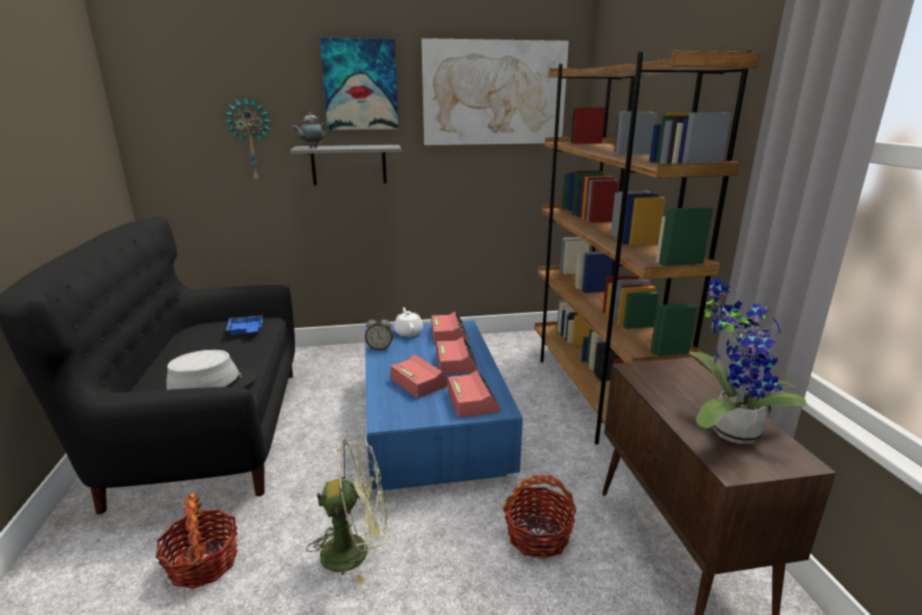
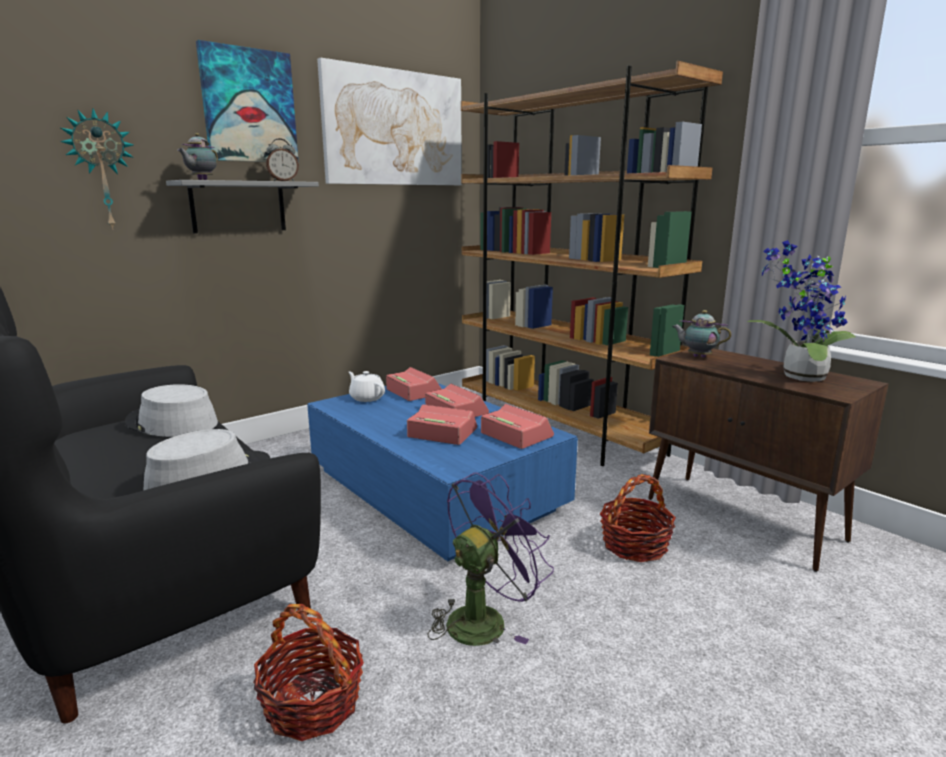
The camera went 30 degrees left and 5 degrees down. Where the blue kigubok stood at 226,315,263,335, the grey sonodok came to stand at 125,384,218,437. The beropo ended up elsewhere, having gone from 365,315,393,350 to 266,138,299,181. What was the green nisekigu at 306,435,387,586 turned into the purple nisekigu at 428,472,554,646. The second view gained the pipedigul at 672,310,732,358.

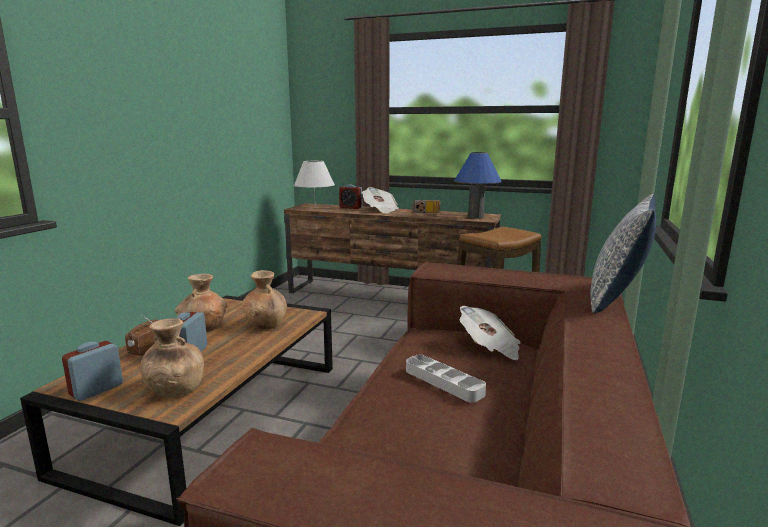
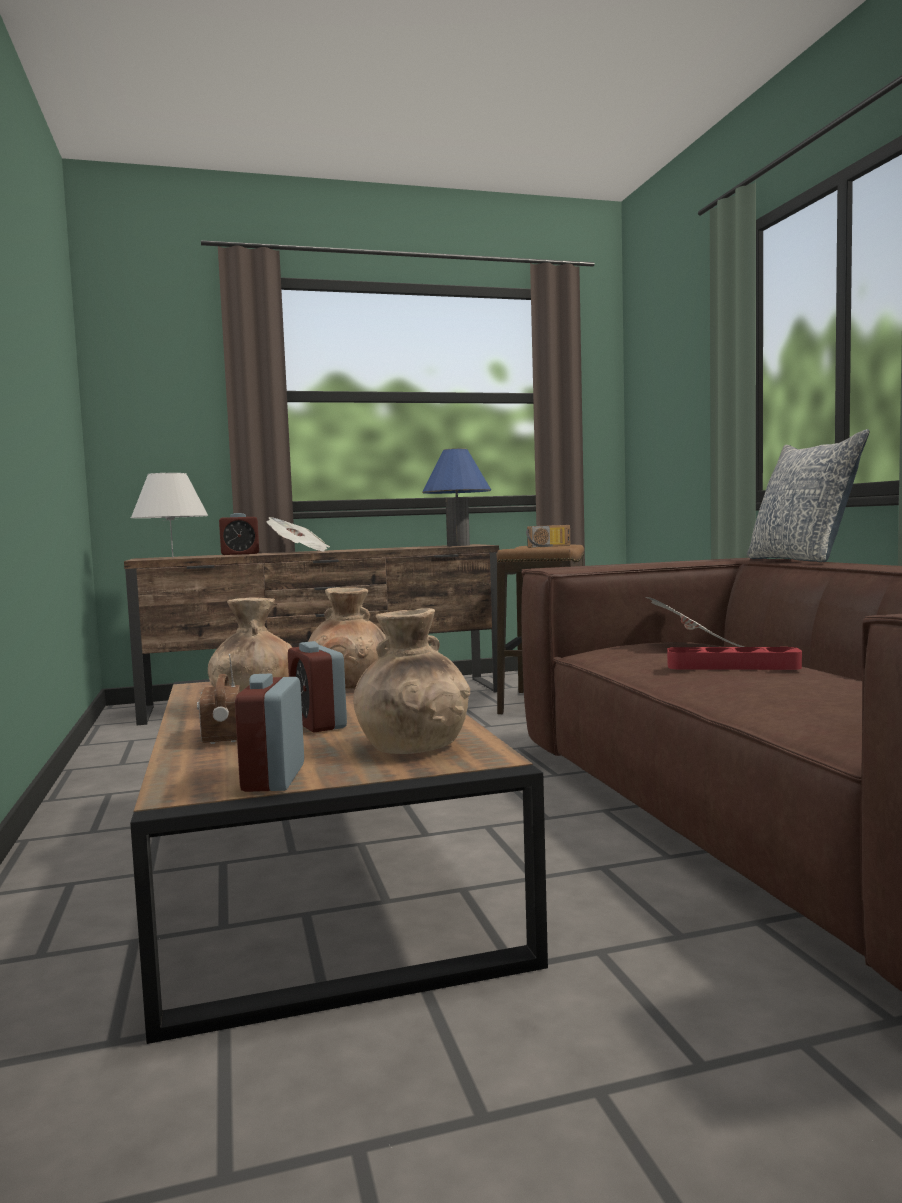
The camera went 35 degrees left and 10 degrees down. The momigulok ended up elsewhere, having gone from 411,200,440,213 to 526,525,570,548. What was the grey kigubok at 406,354,486,403 turned into the red kigubok at 667,647,802,670.

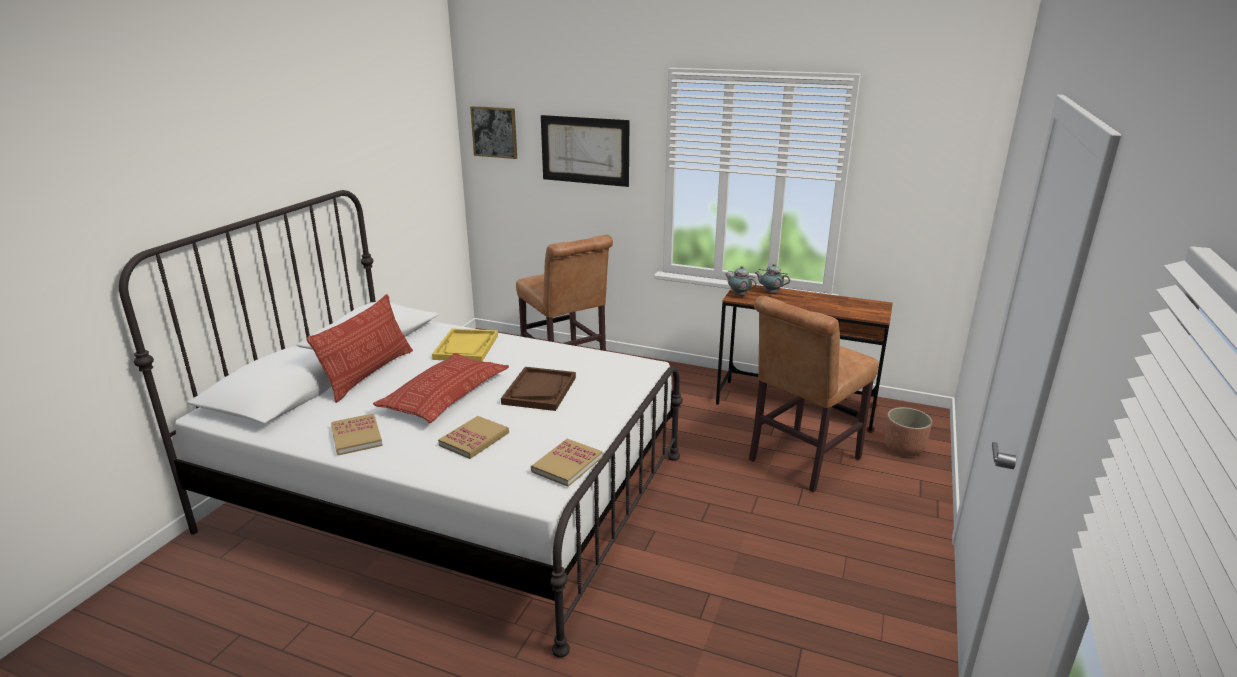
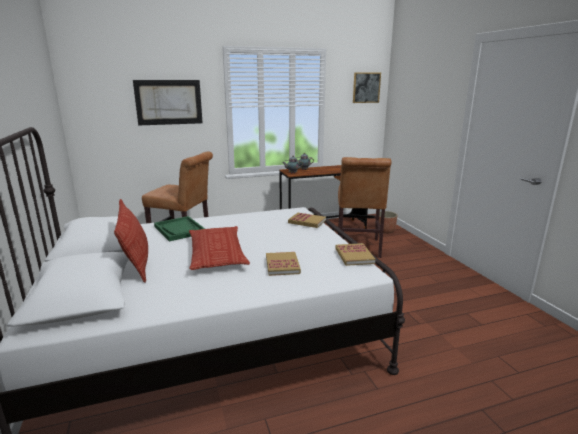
The camera went 40 degrees left and 5 degrees down. The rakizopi ended up elsewhere, having gone from 470,106,517,159 to 353,72,381,103. What was the yellow kigubok at 432,329,498,361 turned into the green kigubok at 154,216,205,242. The second view lost the brown kigubok at 501,367,576,411. The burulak ended up elsewhere, having gone from 331,413,383,455 to 288,213,326,228.

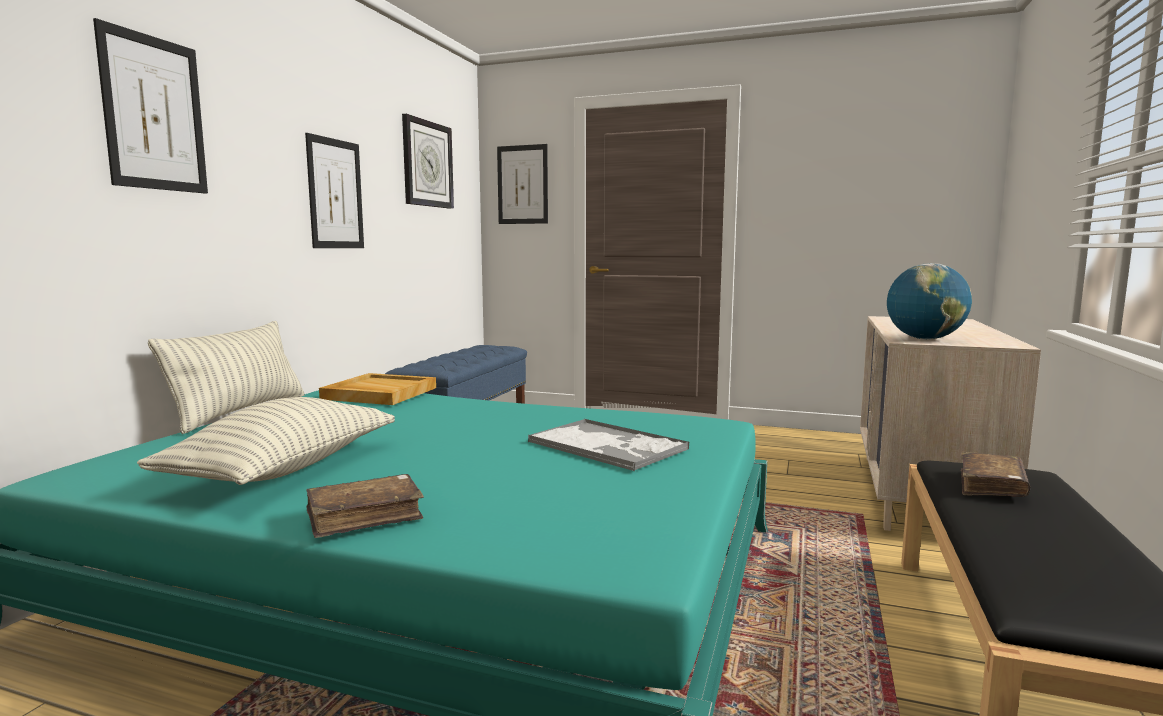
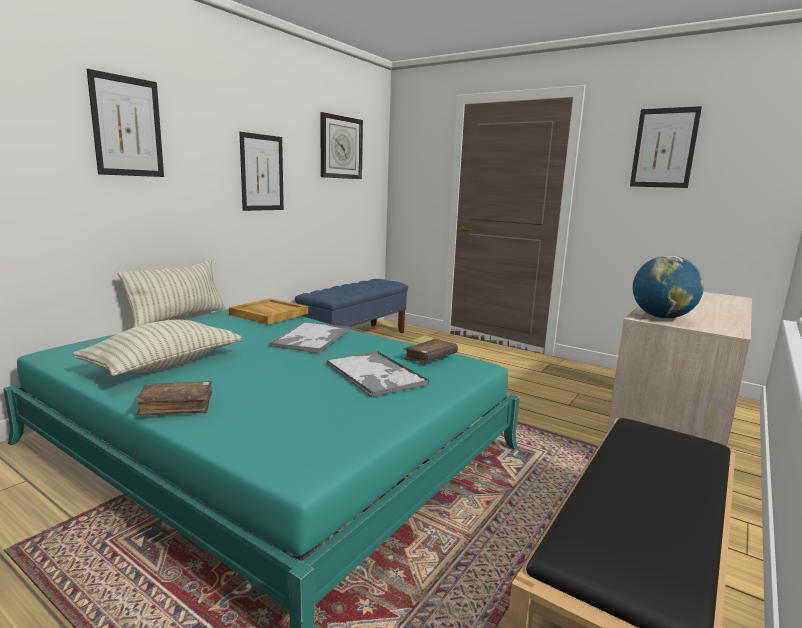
The camera went 15 degrees right and 5 degrees up. The rakizopi ended up elsewhere, having gone from 497,144,548,224 to 630,106,702,188. The brown burulak ended up elsewhere, having gone from 961,452,1030,497 to 403,339,458,363. The second view gained the kigubok at 269,322,350,353.

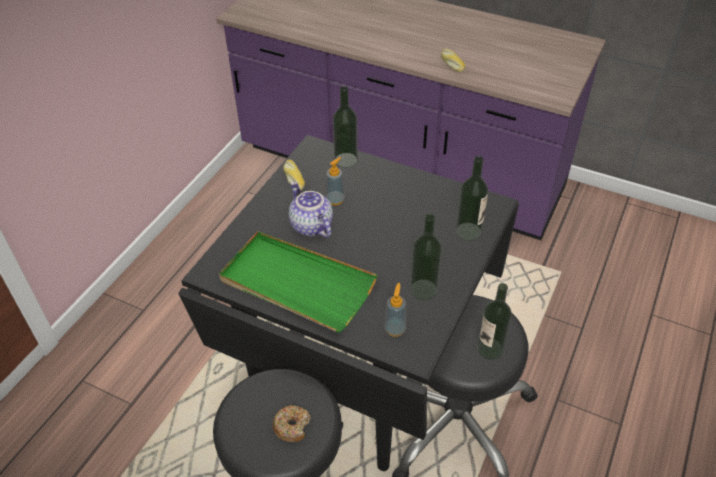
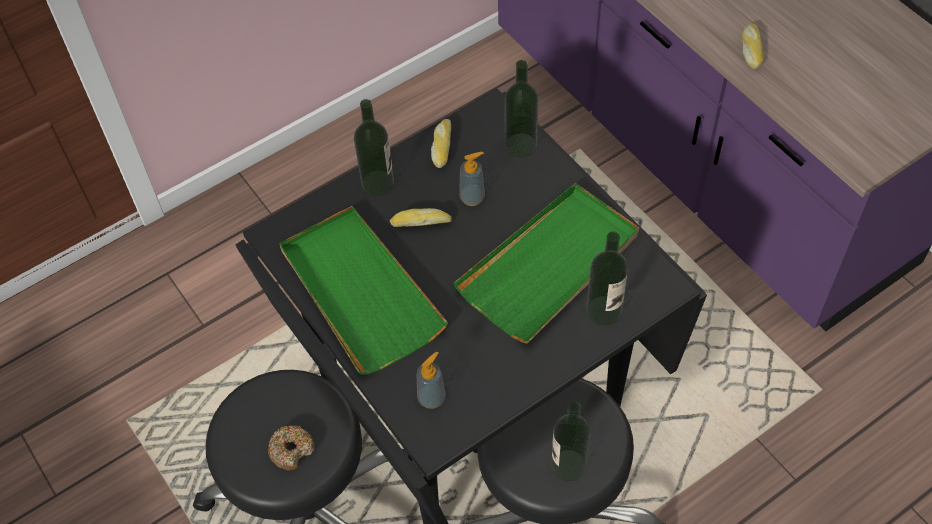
The camera went 30 degrees right and 10 degrees up. Where the pipedigul stood at 288,181,333,238, the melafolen came to stand at 390,208,452,227. The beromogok ended up elsewhere, having gone from 410,214,442,300 to 354,99,394,196. The second view gained the green kigubok at 454,183,639,343.

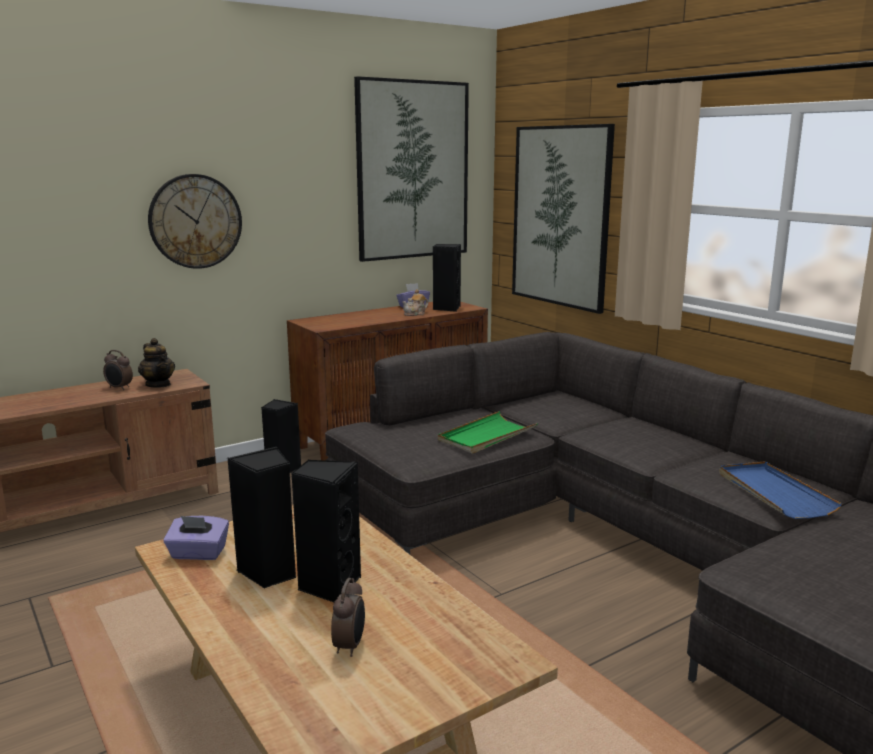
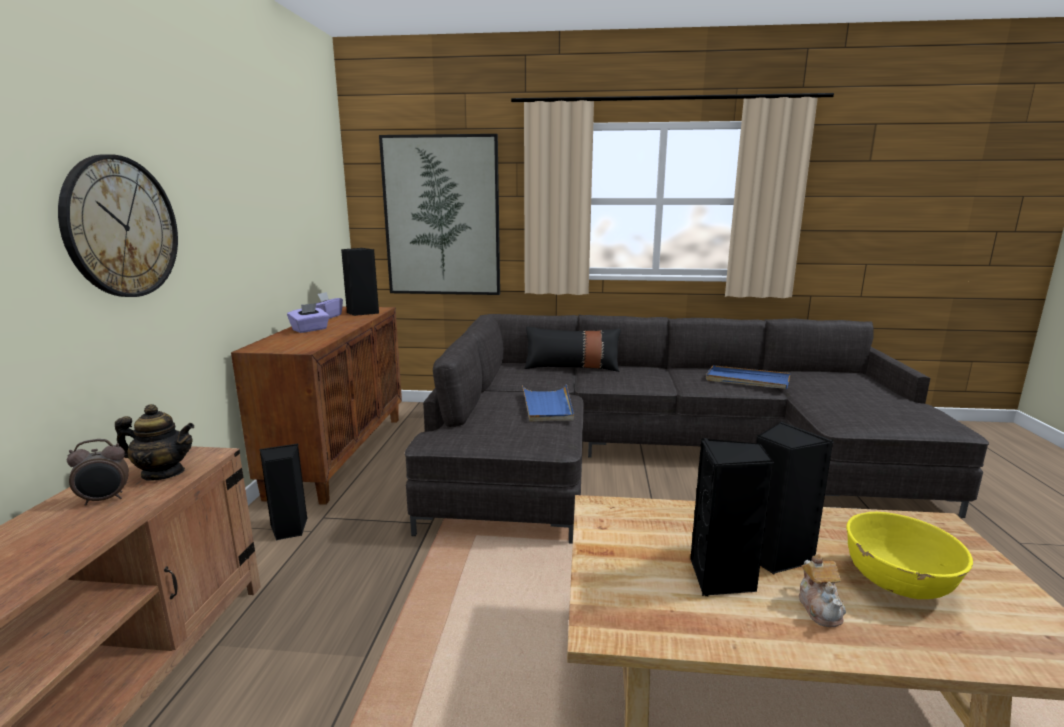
The camera went 50 degrees left and 0 degrees up. The second view lost the rakizopi at 354,76,469,262. The pipedigul ended up elsewhere, having gone from 402,289,428,316 to 799,554,846,627. What was the green kigubok at 438,411,538,454 turned into the blue kigubok at 522,384,574,422. The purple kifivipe ended up elsewhere, having gone from 163,516,229,560 to 287,303,329,333. Where the beropo stood at 331,578,365,657, the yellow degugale came to stand at 846,512,973,599. The second view gained the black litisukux at 524,326,621,372.

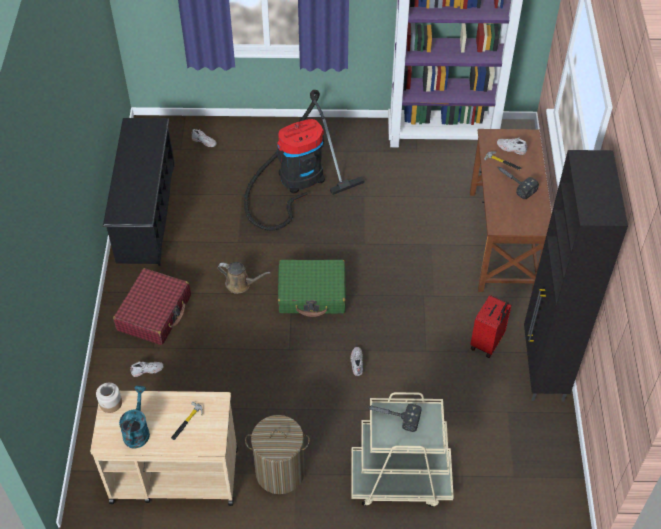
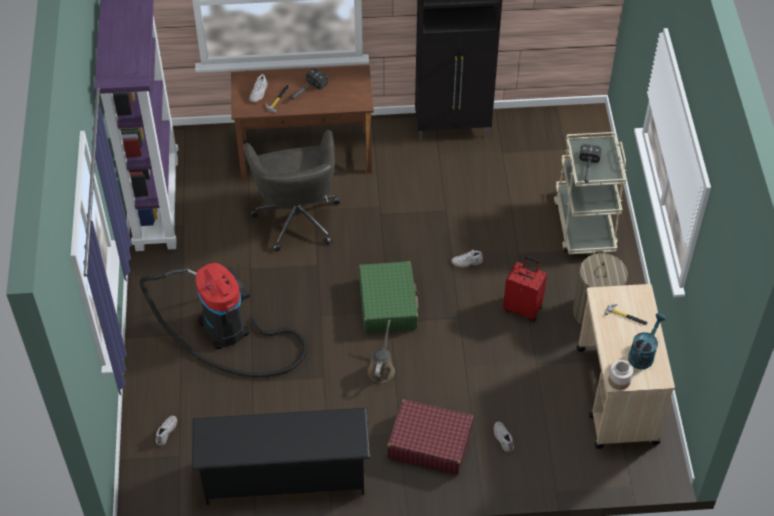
The camera went 95 degrees left and 0 degrees up. The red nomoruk ended up elsewhere, having gone from 470,295,511,358 to 503,256,547,322. The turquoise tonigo at 119,386,150,449 ended up facing another way, 120 degrees clockwise from before. The second view gained the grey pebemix at 243,130,340,252.

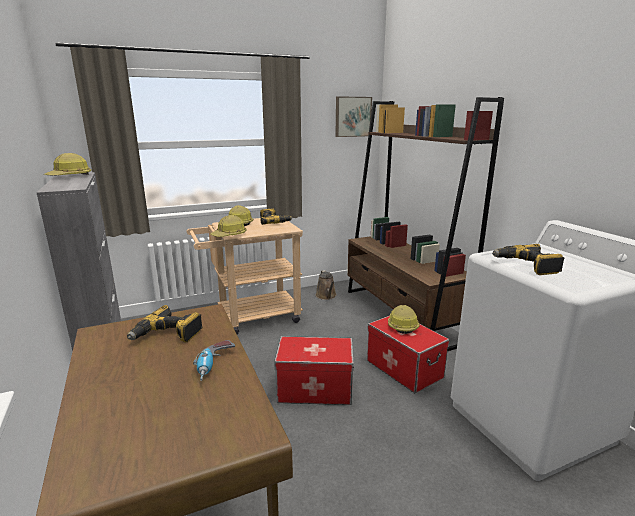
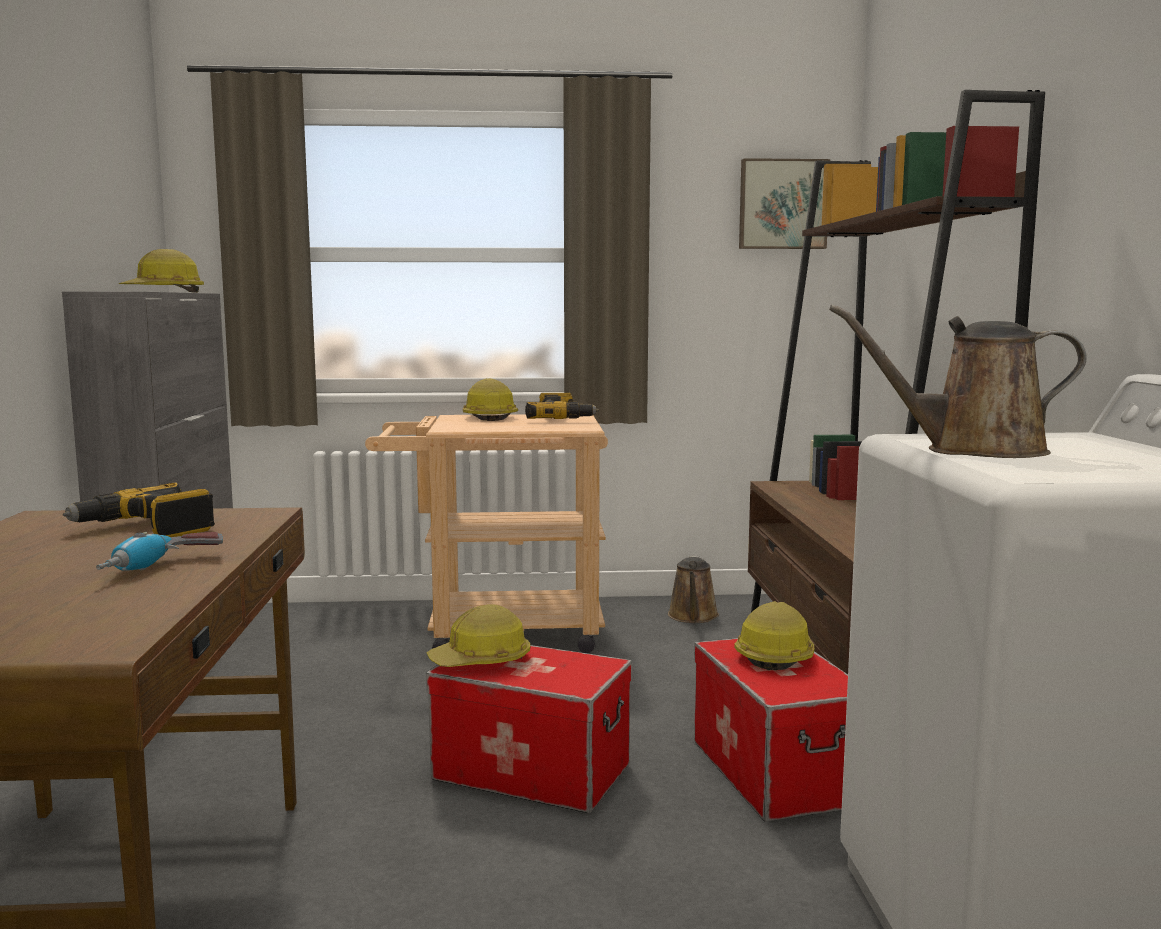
The camera went 20 degrees right and 10 degrees down. The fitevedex ended up elsewhere, having gone from 210,215,246,237 to 427,604,530,667. Where the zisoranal stood at 492,244,565,275, the brown tonigo came to stand at 829,305,1087,458.

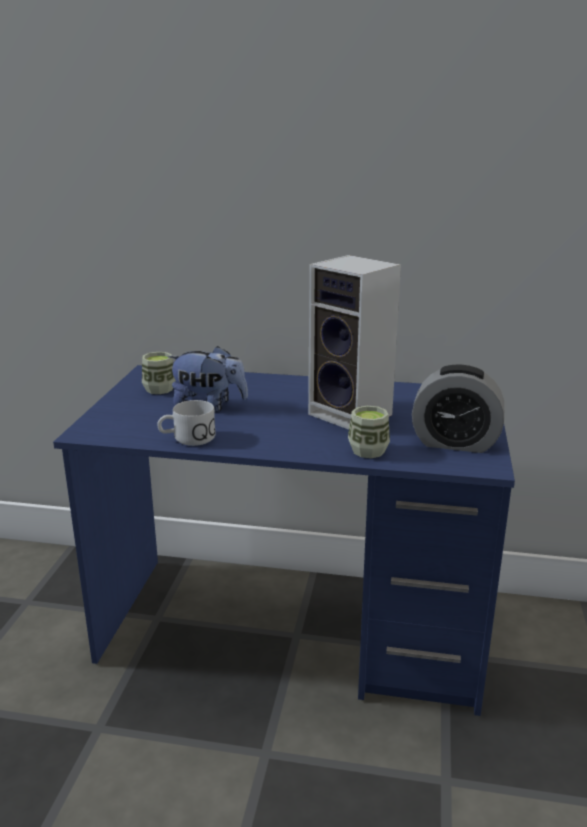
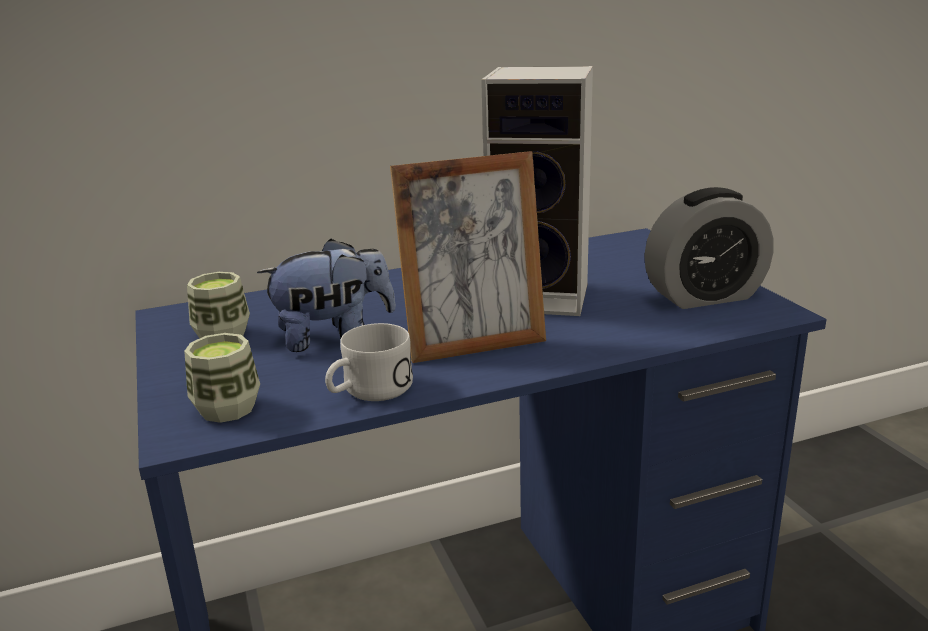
The camera went 30 degrees left and 0 degrees up. The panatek ended up elsewhere, having gone from 348,406,390,458 to 184,333,260,423. The second view gained the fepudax at 390,151,546,363.

